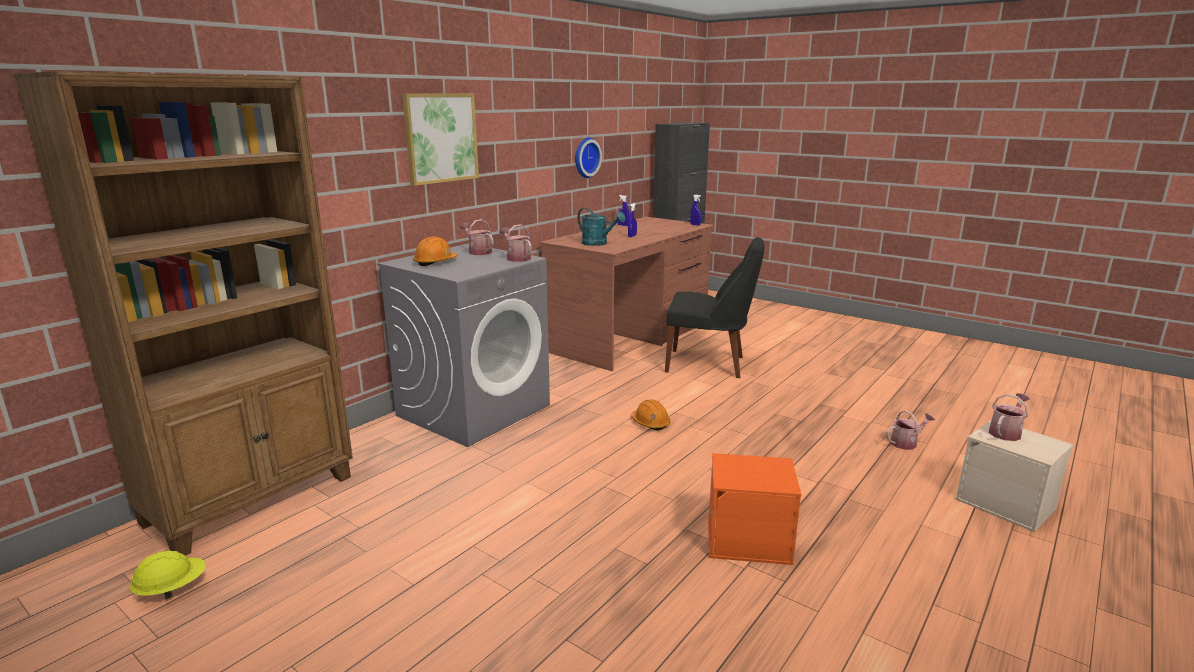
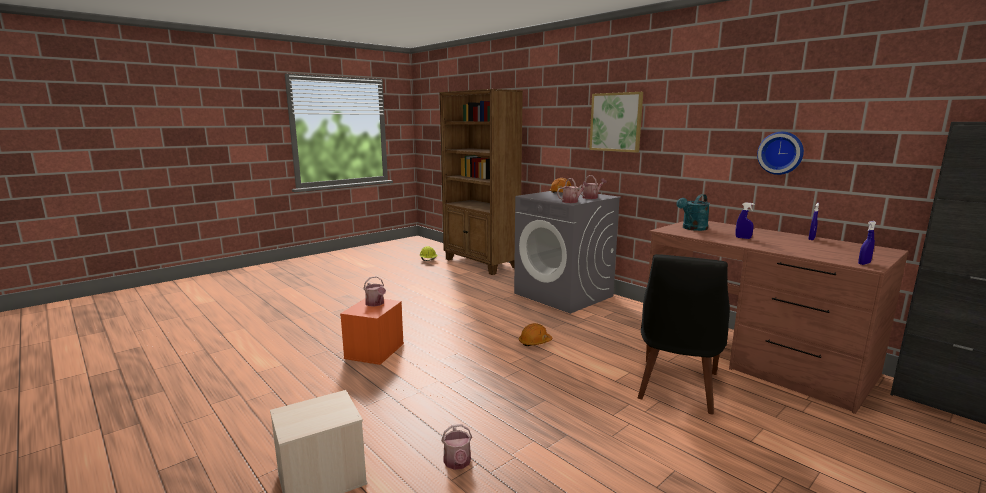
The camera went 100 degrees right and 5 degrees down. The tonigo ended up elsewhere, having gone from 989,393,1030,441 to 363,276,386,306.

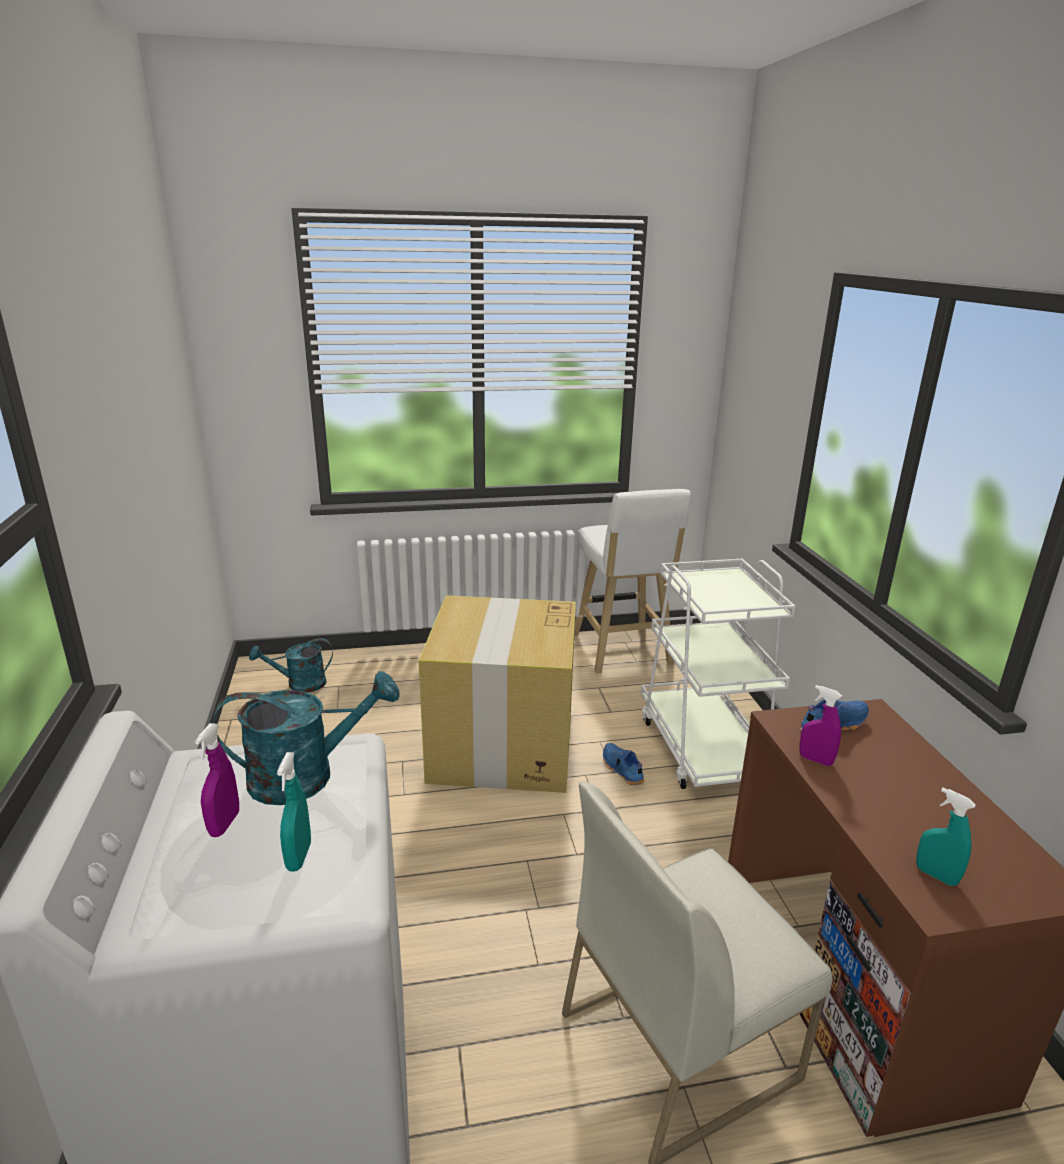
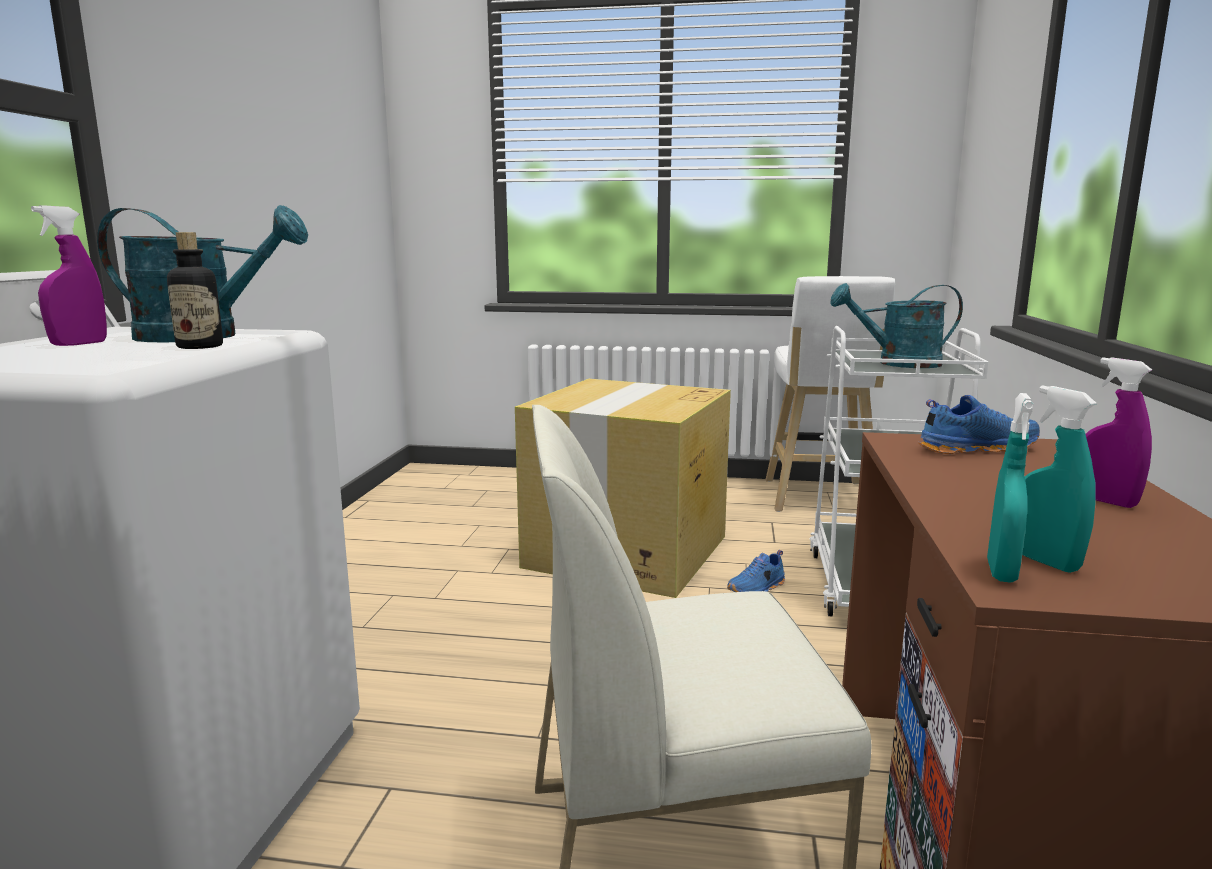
The camera went 20 degrees right and 10 degrees down. The turquoise tonigo ended up elsewhere, having gone from 249,638,333,693 to 831,283,963,368. The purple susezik ended up elsewhere, having gone from 799,685,842,766 to 1086,357,1152,508. The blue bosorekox at 603,743,644,785 ended up facing another way, 120 degrees counterclockwise from before. The turquoise susezik ended up elsewhere, having gone from 277,752,311,872 to 987,393,1034,583. The second view gained the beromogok at 167,232,223,349.

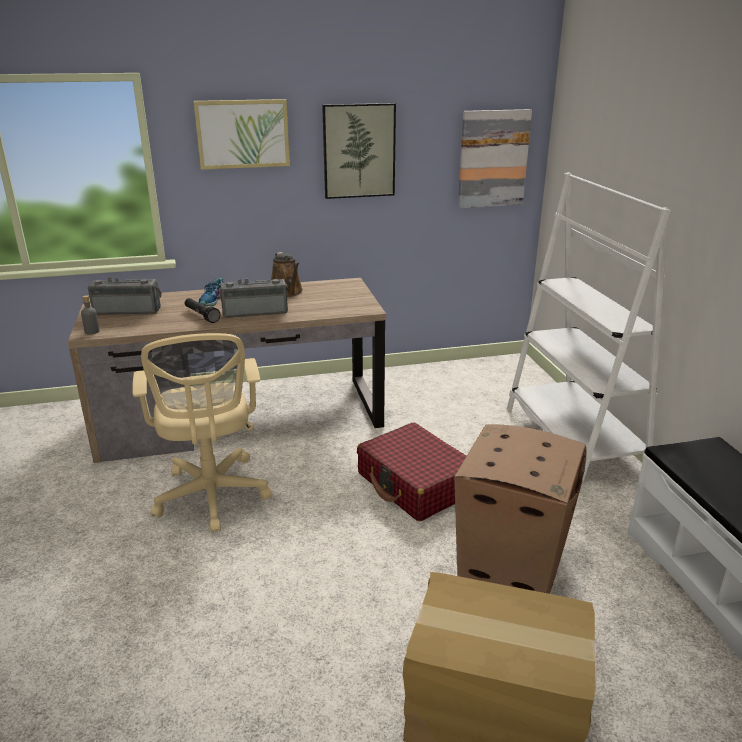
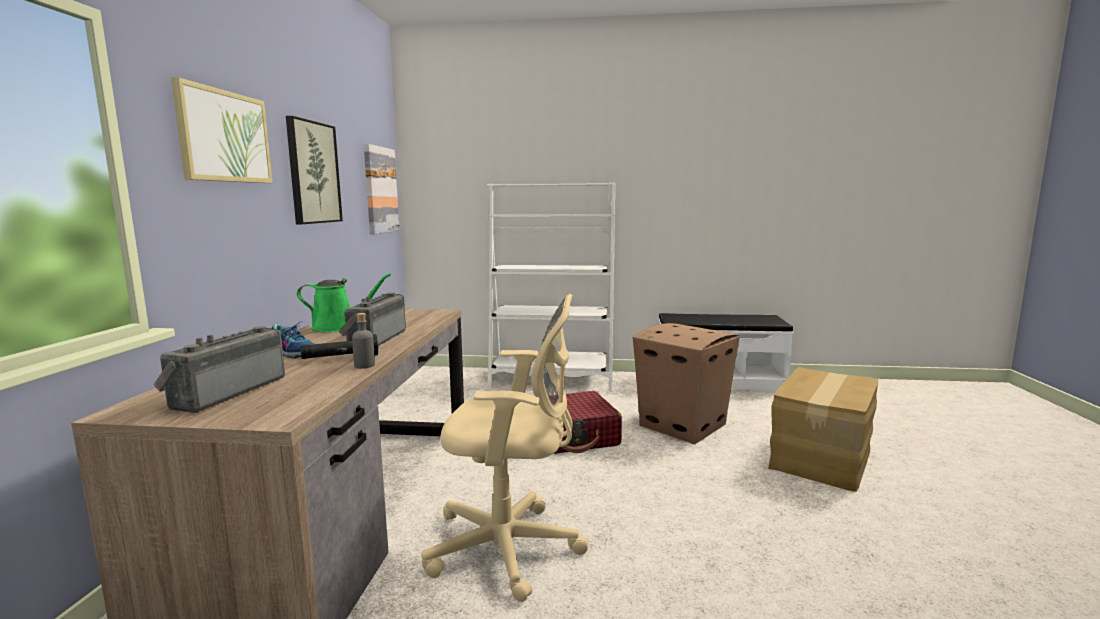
The camera went 70 degrees left and 15 degrees down. What was the brown tonigo at 271,252,303,297 turned into the green tonigo at 297,273,391,332. The grey beromogok ended up elsewhere, having gone from 81,295,100,335 to 352,313,375,368.

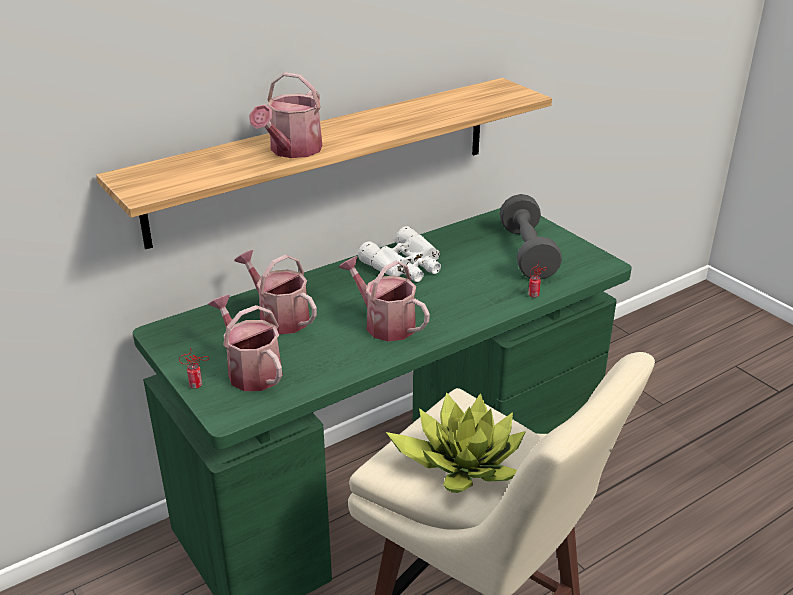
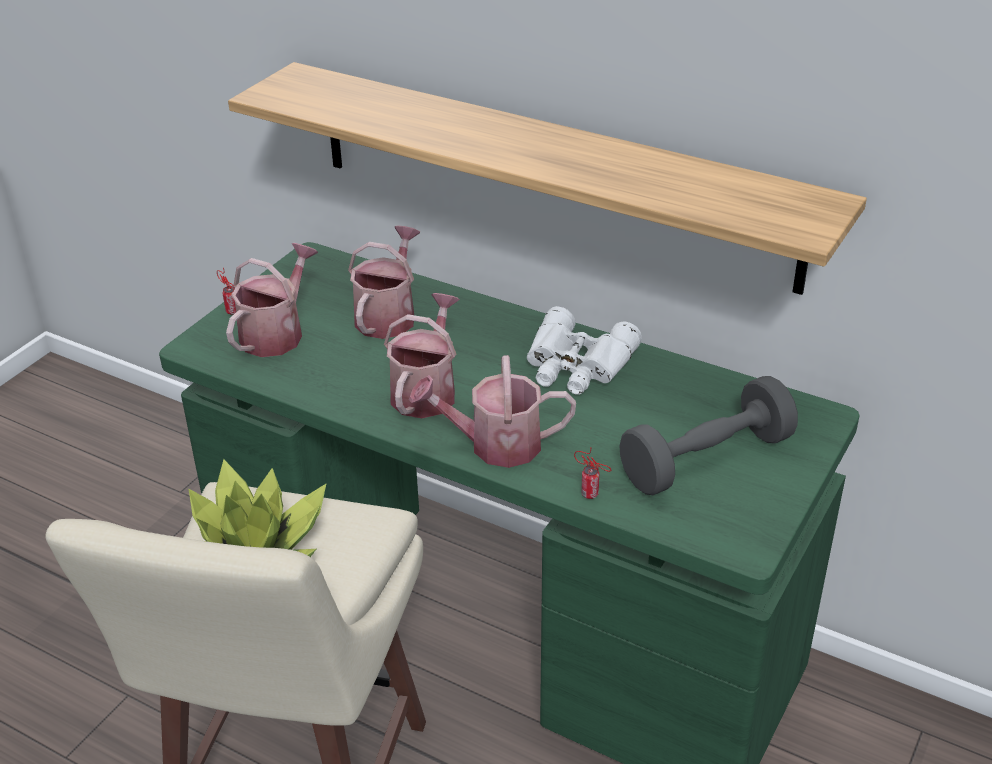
The camera went 65 degrees right and 5 degrees up. The tonigo ended up elsewhere, having gone from 249,72,322,158 to 409,355,576,468.

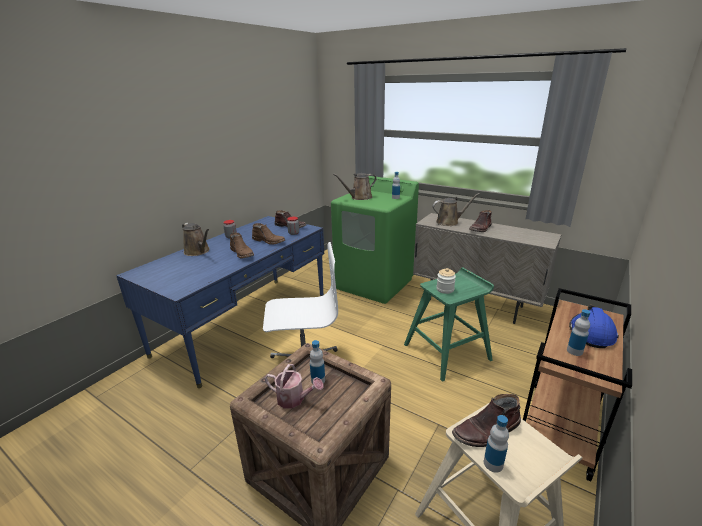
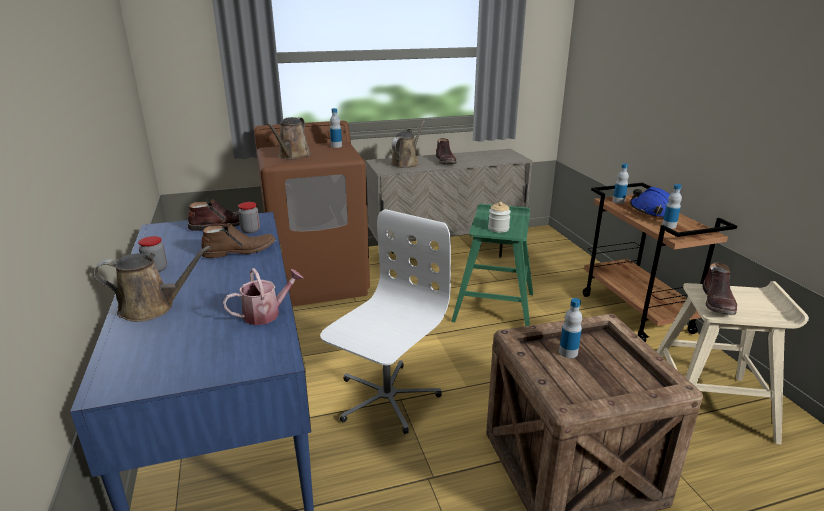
The camera went 50 degrees left and 0 degrees up. What was the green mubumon at 331,176,419,304 turned into the brown mubumon at 254,121,370,306. The second view lost the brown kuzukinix at 230,232,254,258. The tonigo ended up elsewhere, having gone from 265,364,324,408 to 223,268,304,325. The beromogok ended up elsewhere, having gone from 484,415,509,473 to 613,163,629,204.

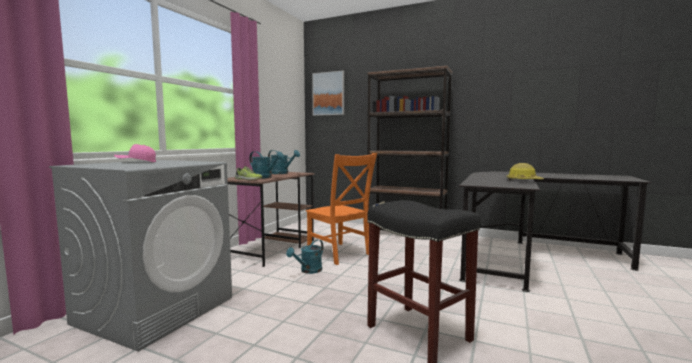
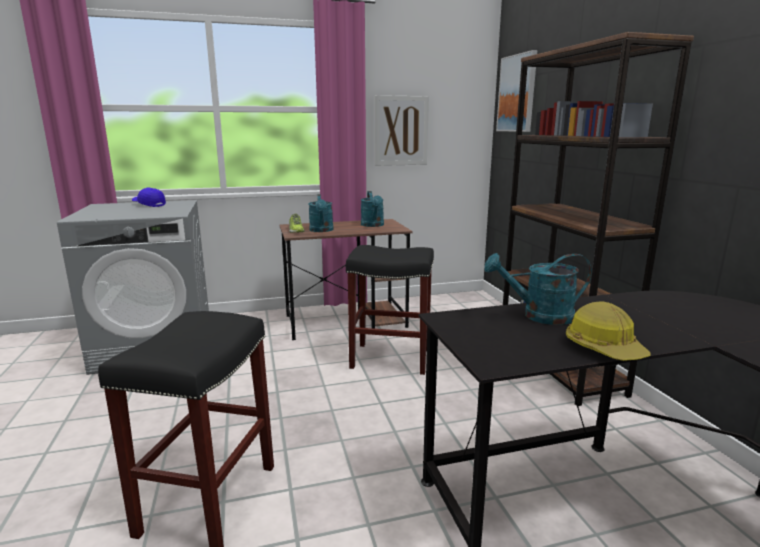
The camera went 50 degrees right and 10 degrees up. What was the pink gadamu at 114,144,156,162 turned into the blue gadamu at 132,187,166,207. Where the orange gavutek stood at 306,153,377,265, the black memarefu came to stand at 346,245,434,375. The turquoise tonigo ended up elsewhere, having gone from 286,239,323,274 to 484,253,592,325. The second view gained the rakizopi at 375,95,429,166.

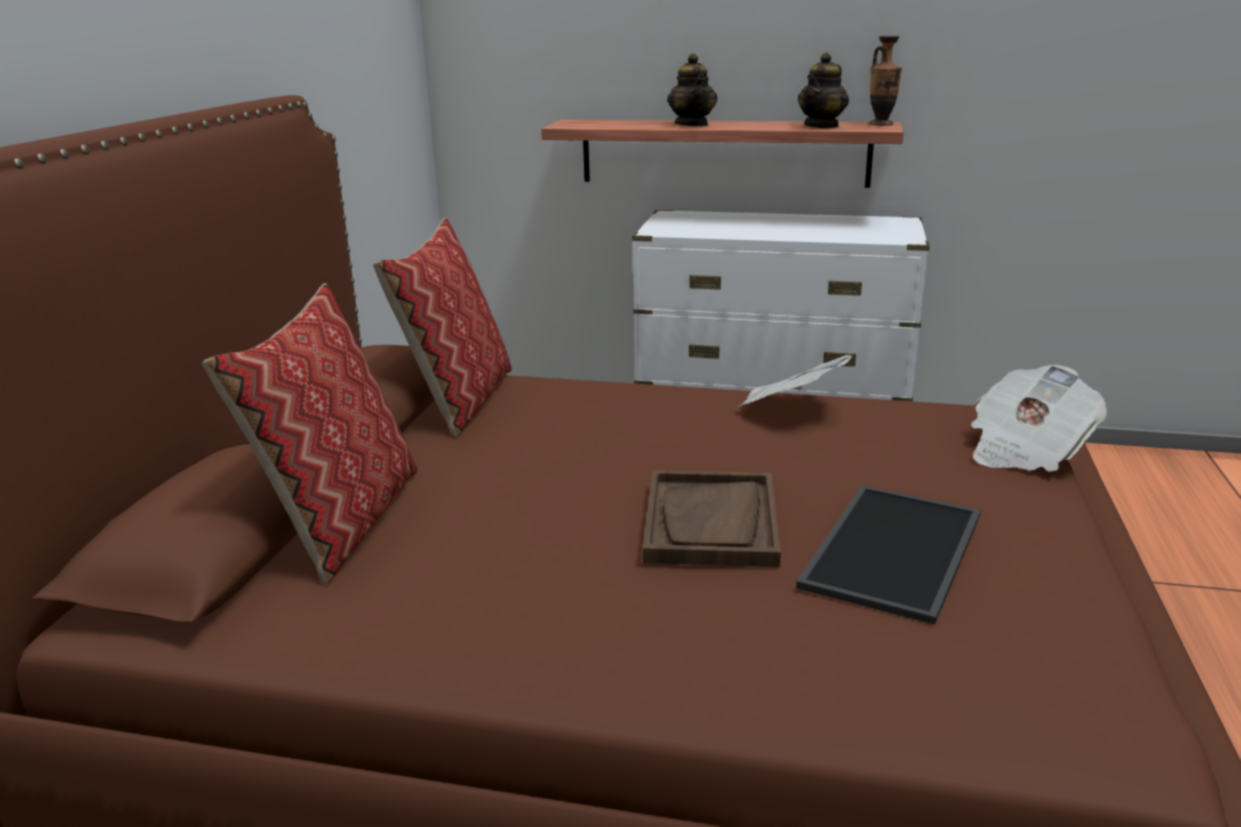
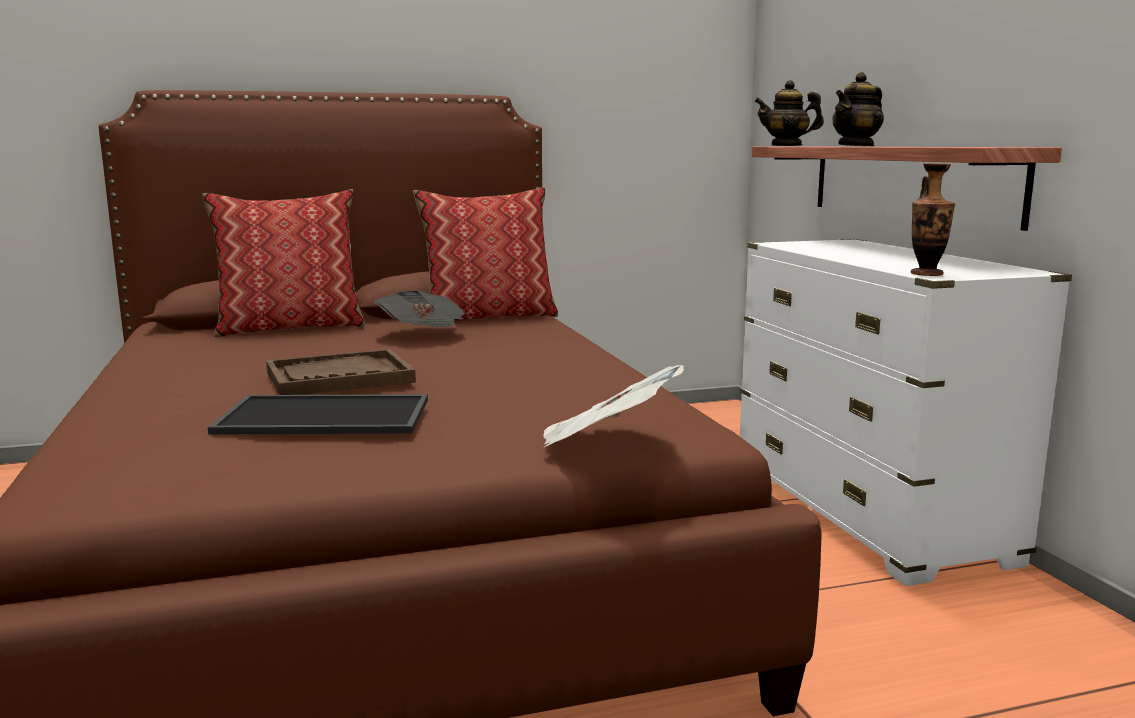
The camera went 60 degrees right and 10 degrees down. The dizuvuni ended up elsewhere, having gone from 869,36,902,126 to 911,163,955,276. The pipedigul ended up elsewhere, having gone from 798,53,849,129 to 754,80,824,146. The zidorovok ended up elsewhere, having gone from 738,355,852,407 to 374,291,466,327.

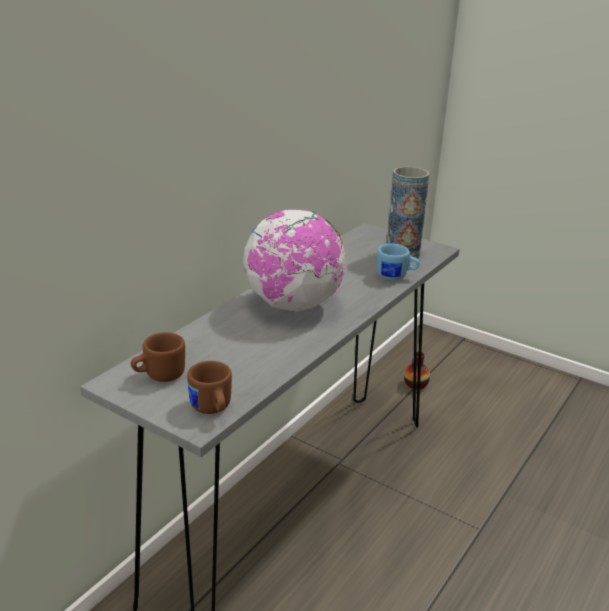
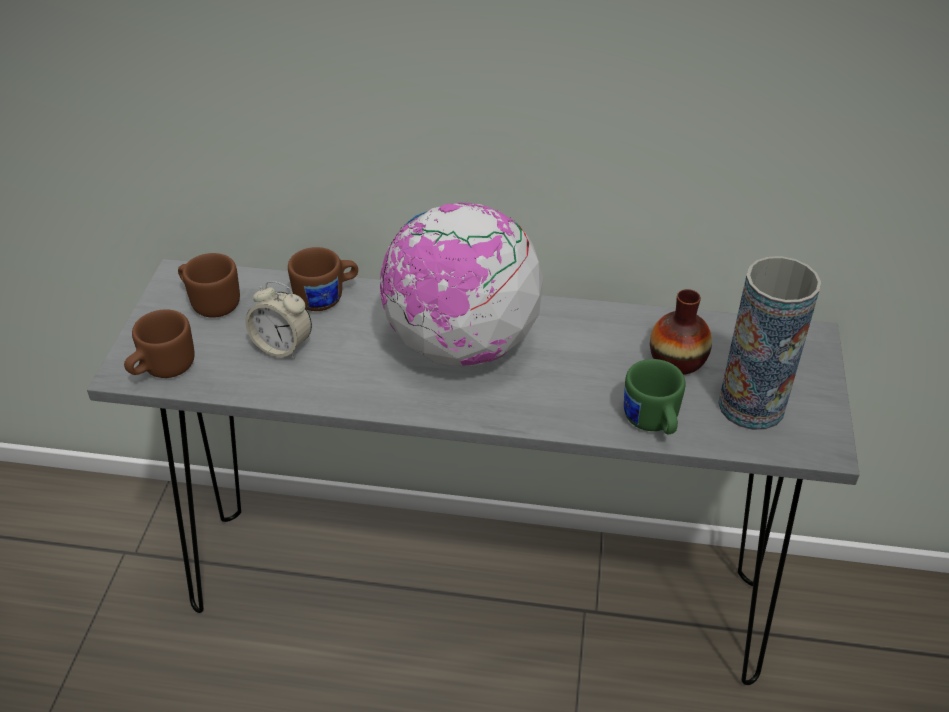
The camera went 65 degrees right and 15 degrees up. What was the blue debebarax at 377,244,420,281 turned into the green debebarax at 624,359,686,435. The dizuvuni ended up elsewhere, having gone from 404,352,430,390 to 650,289,712,375. The second view gained the brown debebarax at 288,247,358,311. The second view gained the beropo at 245,281,312,360.

